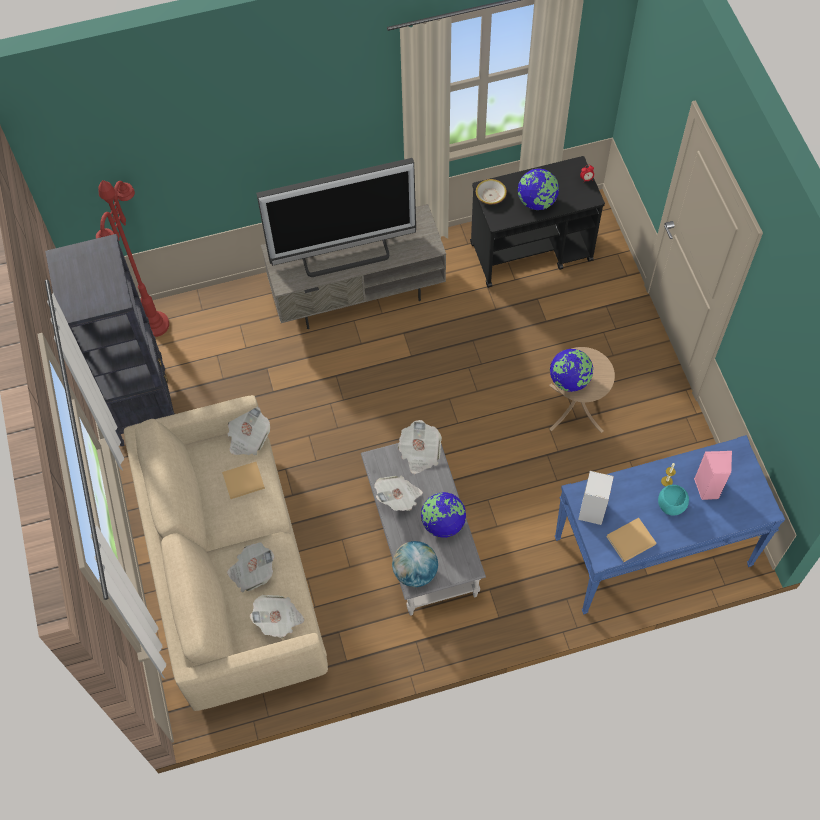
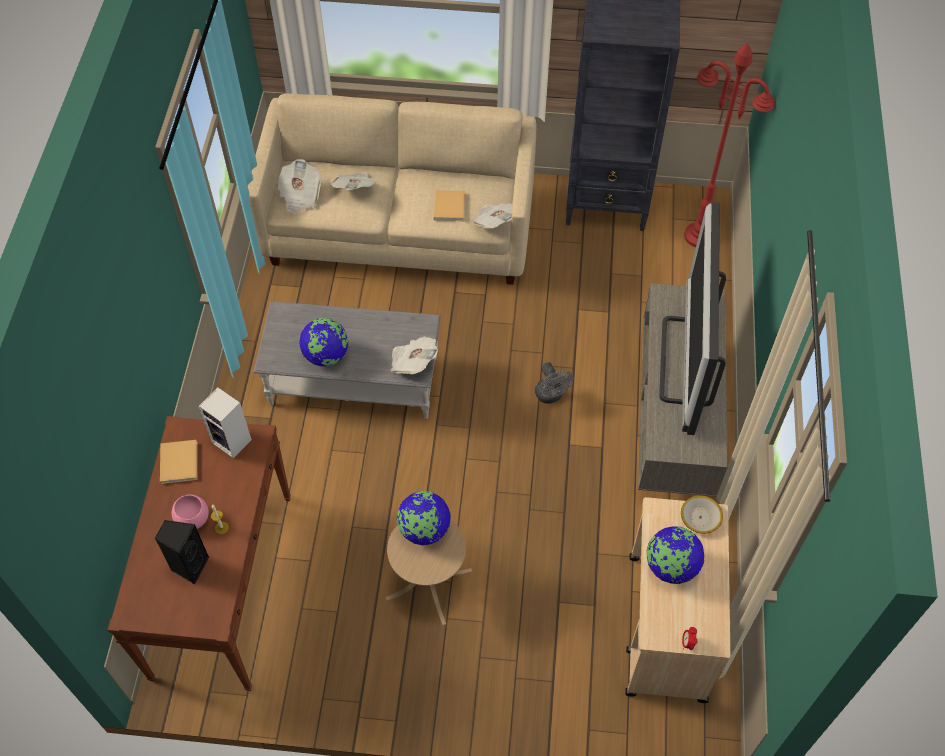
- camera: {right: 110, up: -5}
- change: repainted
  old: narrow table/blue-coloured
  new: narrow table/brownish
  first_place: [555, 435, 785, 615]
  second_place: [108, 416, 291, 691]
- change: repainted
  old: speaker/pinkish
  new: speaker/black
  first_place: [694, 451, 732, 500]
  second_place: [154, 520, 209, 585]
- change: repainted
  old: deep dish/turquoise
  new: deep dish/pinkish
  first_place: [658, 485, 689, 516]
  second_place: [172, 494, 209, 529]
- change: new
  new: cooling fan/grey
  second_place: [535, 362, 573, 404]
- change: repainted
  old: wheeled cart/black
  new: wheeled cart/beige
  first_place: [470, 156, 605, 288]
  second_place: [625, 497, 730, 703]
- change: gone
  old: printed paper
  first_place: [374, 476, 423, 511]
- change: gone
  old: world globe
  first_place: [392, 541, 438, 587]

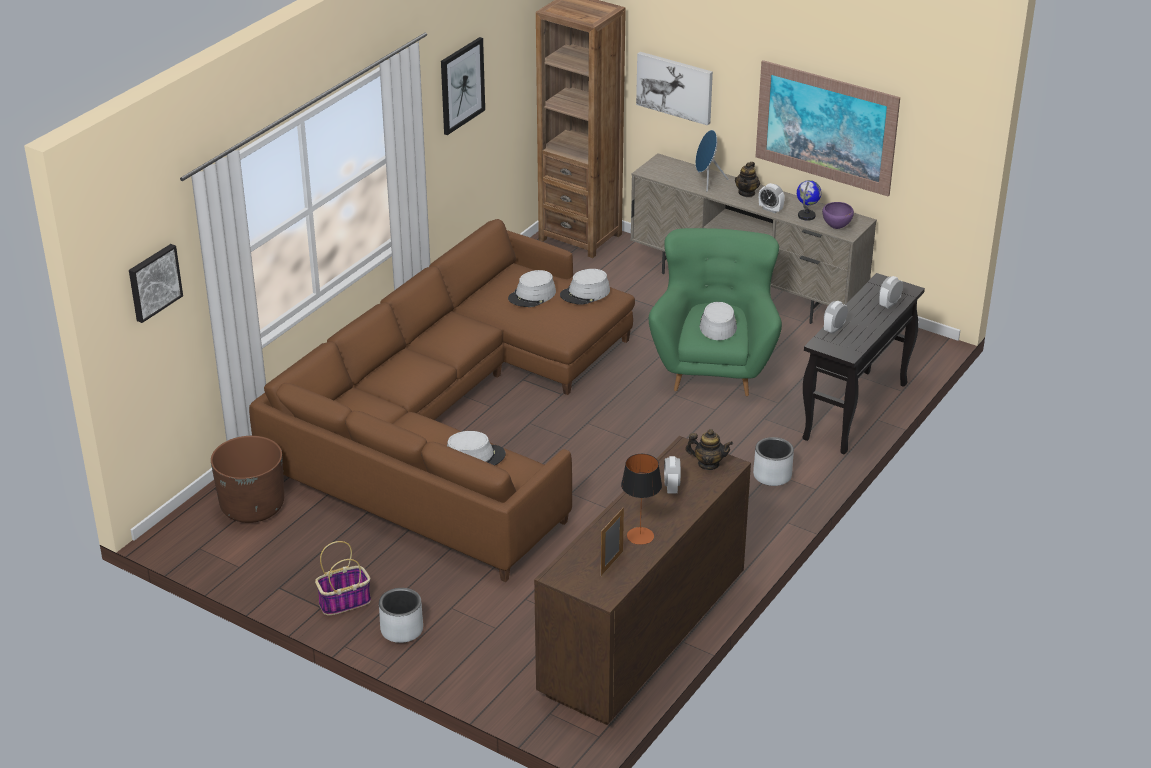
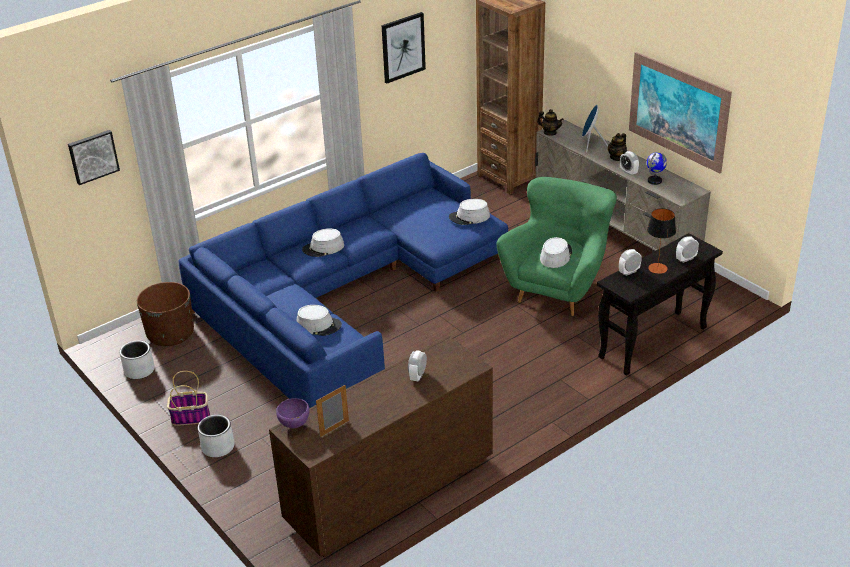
- camera: {right: 20, up: 0}
- change: shifted
  old: planter/grey
  first_place: [753, 437, 794, 486]
  second_place: [120, 340, 155, 379]
- change: repainted
  old: sofa/brownish
  new: sofa/blue-coloured
  first_place: [249, 219, 635, 582]
  second_place: [178, 153, 508, 408]
- change: shifted
  old: deep dish/purple-coloured
  first_place: [822, 202, 854, 229]
  second_place: [276, 398, 310, 428]
- change: shifted
  old: hat/grey
  first_place: [508, 270, 556, 307]
  second_place: [302, 228, 344, 257]
- change: shifted
  old: tea pot
  first_place: [685, 429, 733, 470]
  second_place: [537, 109, 564, 136]
- change: shifted
  old: table lamp
  first_place: [621, 454, 662, 545]
  second_place: [647, 208, 676, 274]
- change: gone
  old: picture
  first_place: [636, 52, 713, 126]

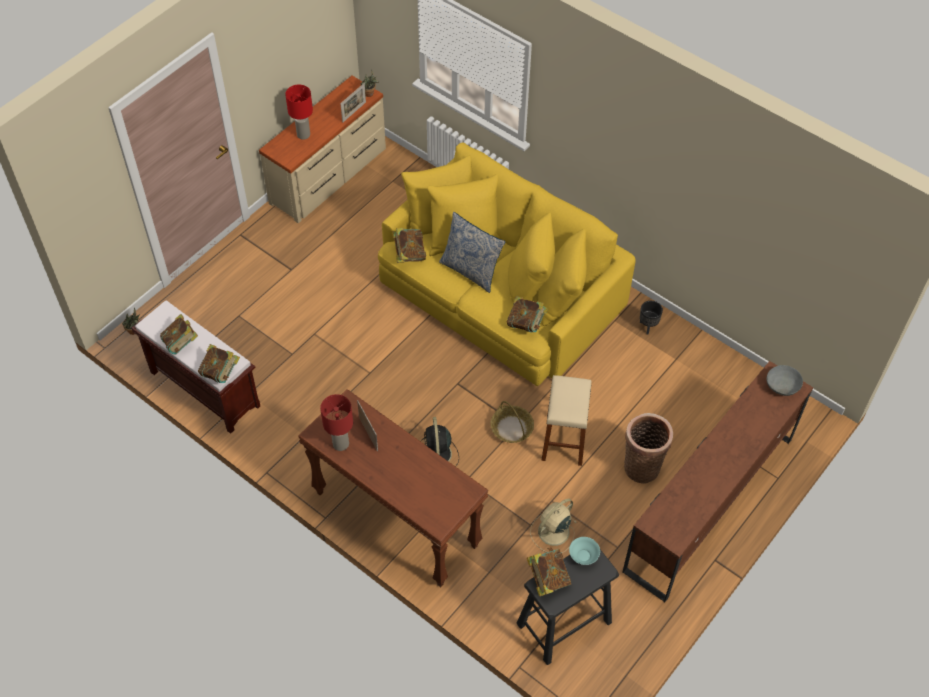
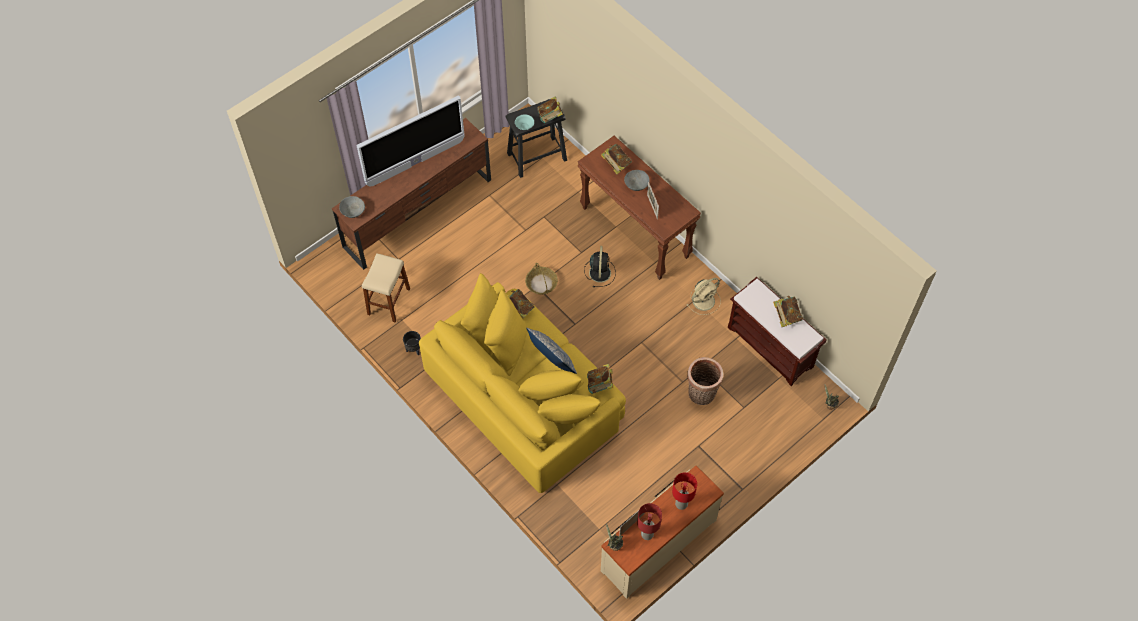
- camera: {right: -170, up: 5}
- change: new
  new: television
  second_place: [357, 96, 464, 187]
- change: shifted
  old: stool seat/beige
  first_place: [541, 375, 592, 466]
  second_place: [362, 253, 410, 323]
- change: shifted
  old: book
  first_place: [198, 344, 240, 383]
  second_place: [601, 143, 632, 174]
- change: new
  new: deep dish/grey
  second_place: [624, 170, 650, 191]
- change: shifted
  old: table lamp/red
  first_place: [320, 394, 353, 451]
  second_place: [637, 503, 662, 540]
- change: shifted
  old: cooling fan/beige
  first_place: [530, 499, 577, 553]
  second_place: [686, 278, 721, 315]
- change: shifted
  old: storage basket
  first_place: [624, 413, 673, 484]
  second_place: [687, 357, 723, 405]

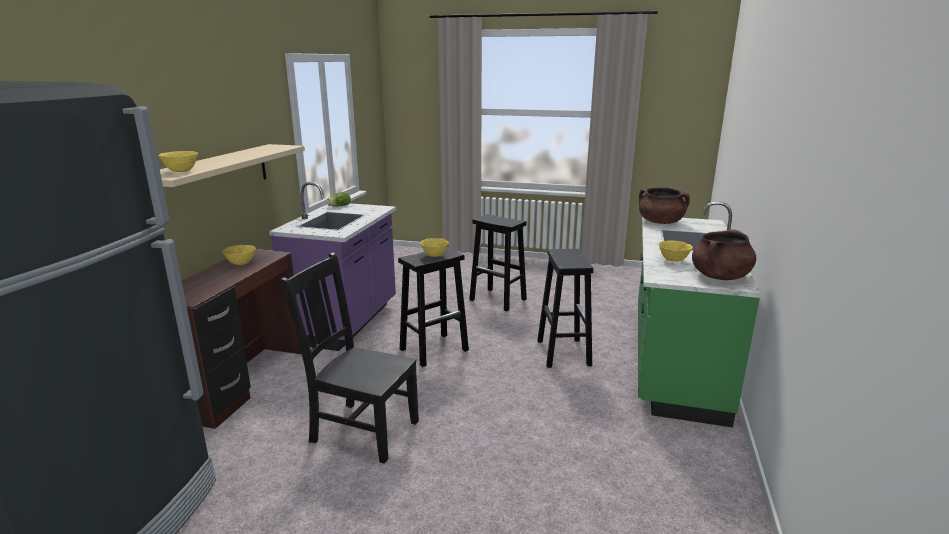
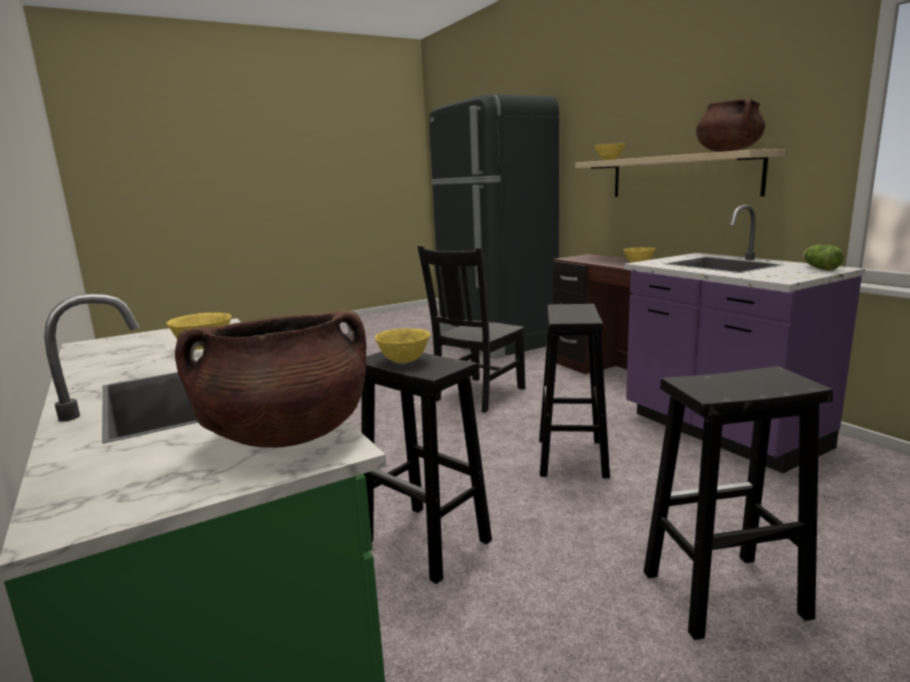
- camera: {right: 135, up: -5}
- change: shifted
  old: deep dish/yellow-coloured
  first_place: [420, 238, 449, 257]
  second_place: [375, 328, 431, 363]
- change: rotated
  old: plain chair/black
  first_place: [280, 252, 419, 464]
  second_place: [417, 246, 525, 413]
  degrees: 150
- change: shifted
  old: saucepot/brownish
  first_place: [692, 230, 756, 280]
  second_place: [696, 99, 765, 152]

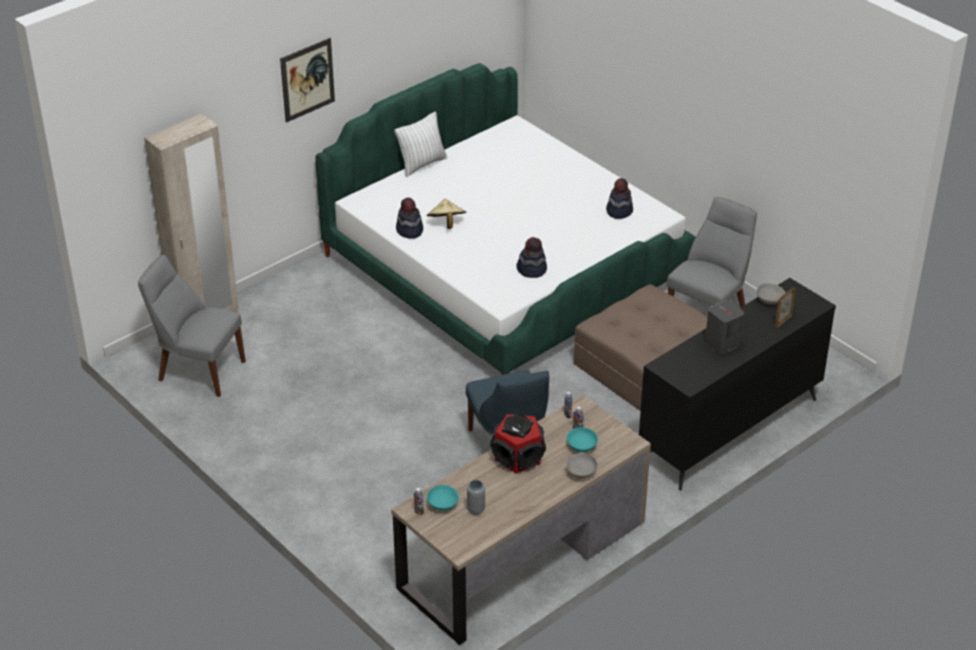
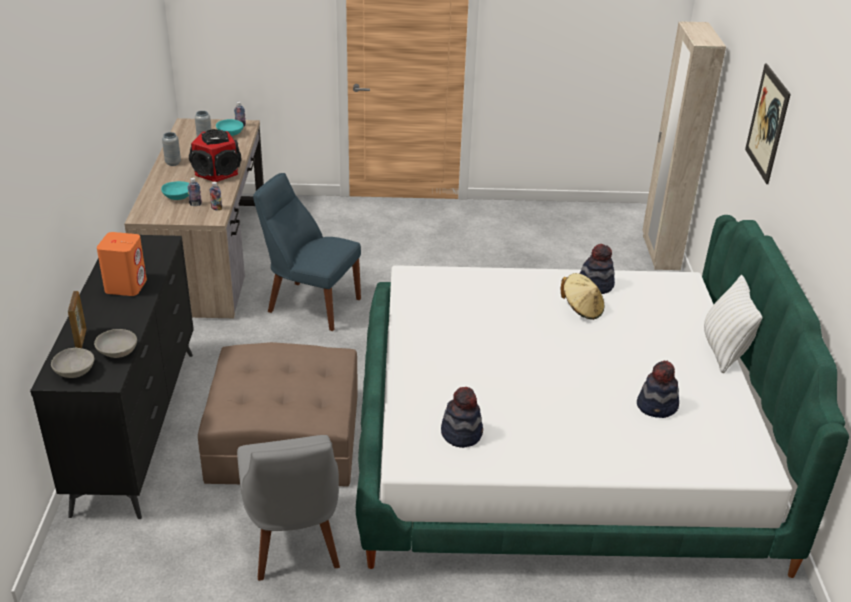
- camera: {right: 130, up: -5}
- change: shifted
  old: deep dish/grey
  first_place: [566, 453, 598, 479]
  second_place: [51, 348, 94, 378]
- change: repainted
  old: speaker/grey
  new: speaker/orange
  first_place: [705, 300, 744, 355]
  second_place: [97, 232, 147, 296]
- change: new
  new: vase/grey
  second_place: [162, 132, 181, 166]
- change: shifted
  old: hat
  first_place: [517, 237, 547, 278]
  second_place: [637, 361, 679, 418]
- change: gone
  old: plain chair/grey
  first_place: [138, 255, 246, 397]

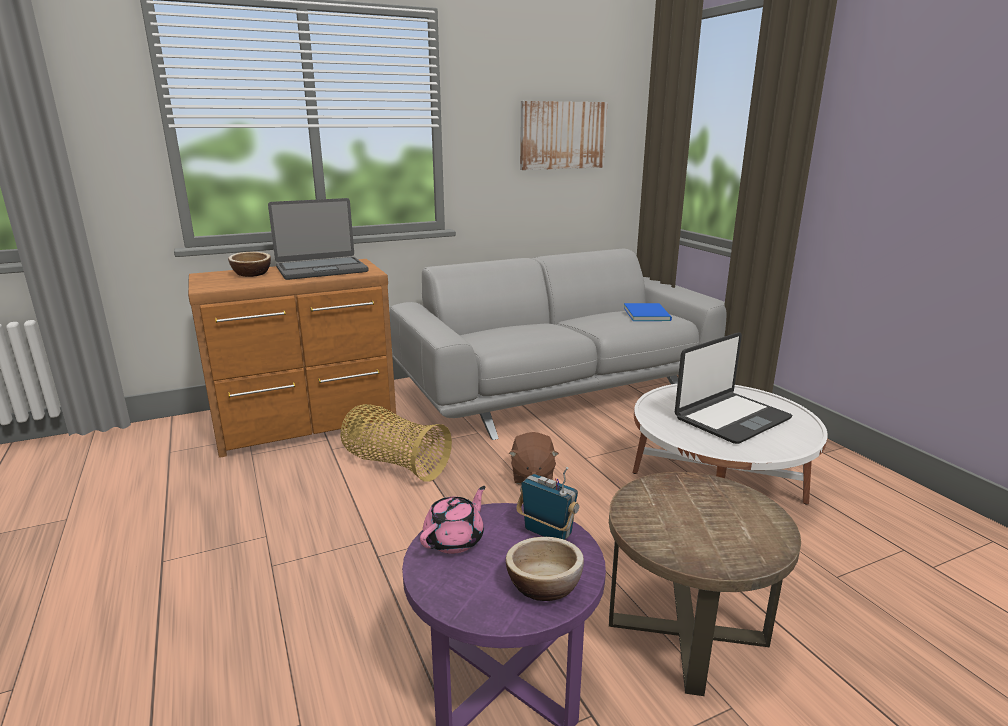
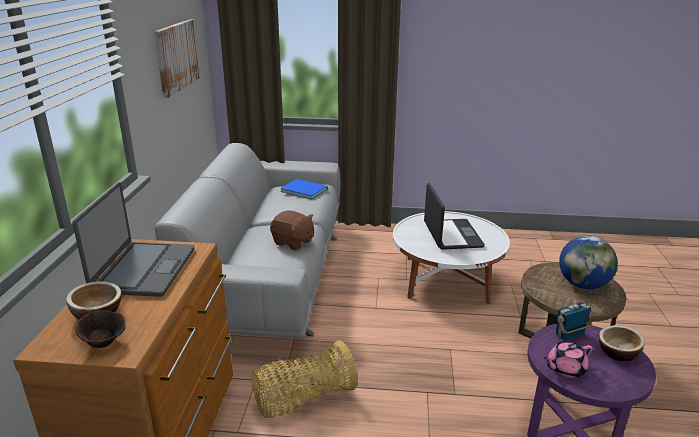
- camera: {right: -60, up: 5}
- change: new
  new: deep dish/brownish
  second_place: [75, 311, 126, 348]
- change: shifted
  old: plush toy/brownish
  first_place: [509, 432, 559, 485]
  second_place: [270, 211, 314, 250]
- change: rotated
  old: tea pot/pinkish
  first_place: [420, 486, 486, 554]
  second_place: [544, 341, 592, 378]
  degrees: -90
- change: new
  new: world globe
  second_place: [559, 236, 618, 289]

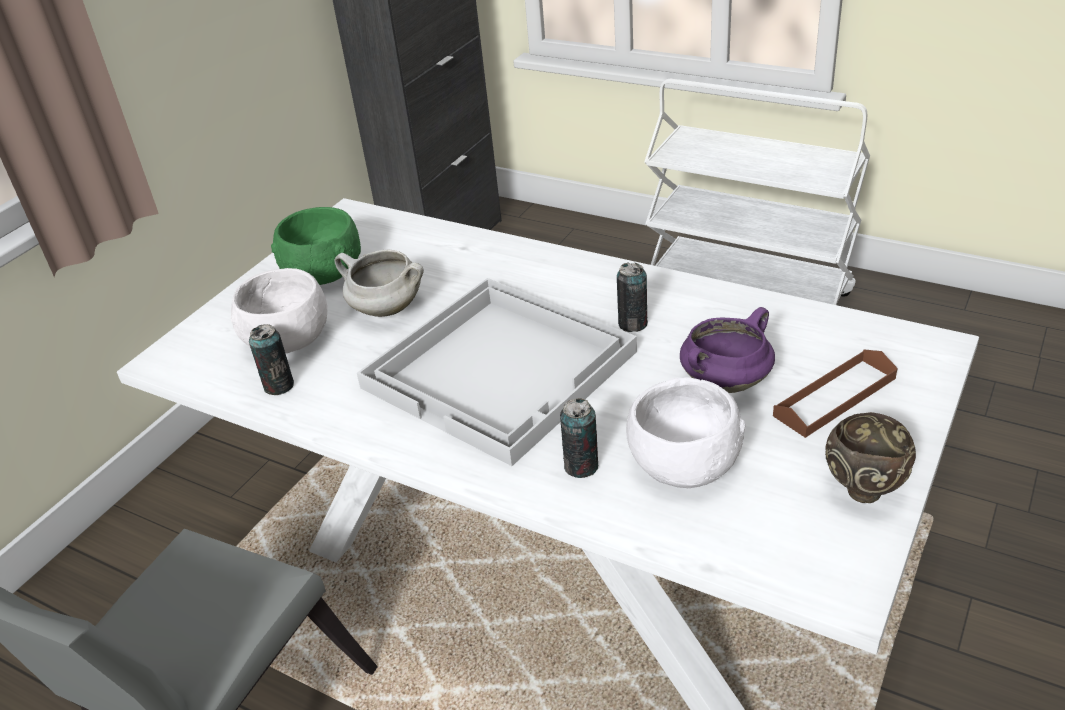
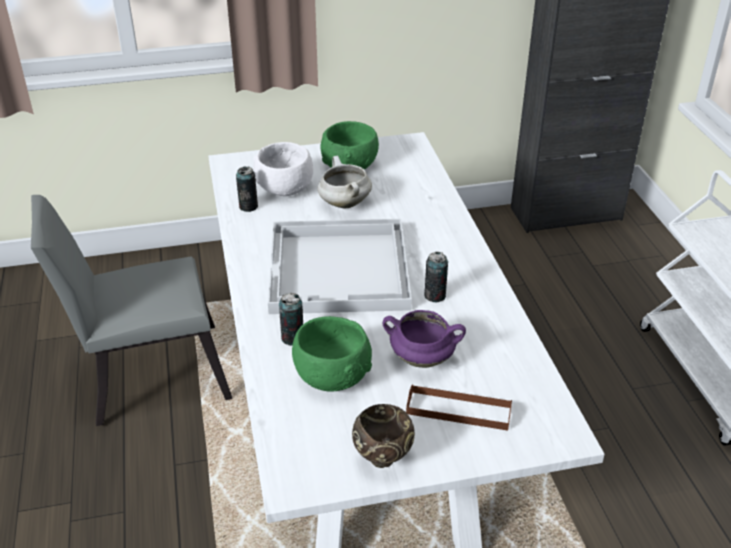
- camera: {right: 45, up: 0}
- change: repainted
  old: deep dish/white
  new: deep dish/green
  first_place: [626, 377, 746, 488]
  second_place: [292, 316, 372, 392]

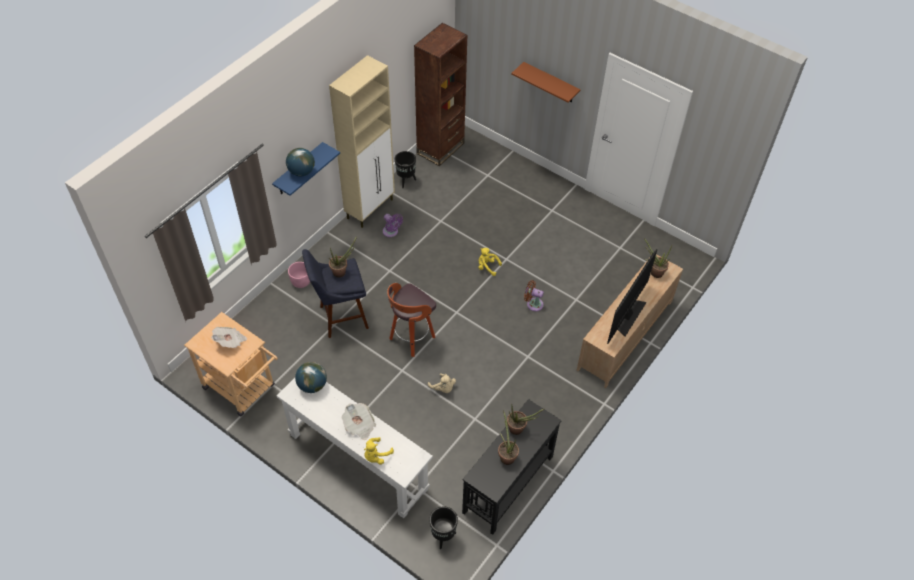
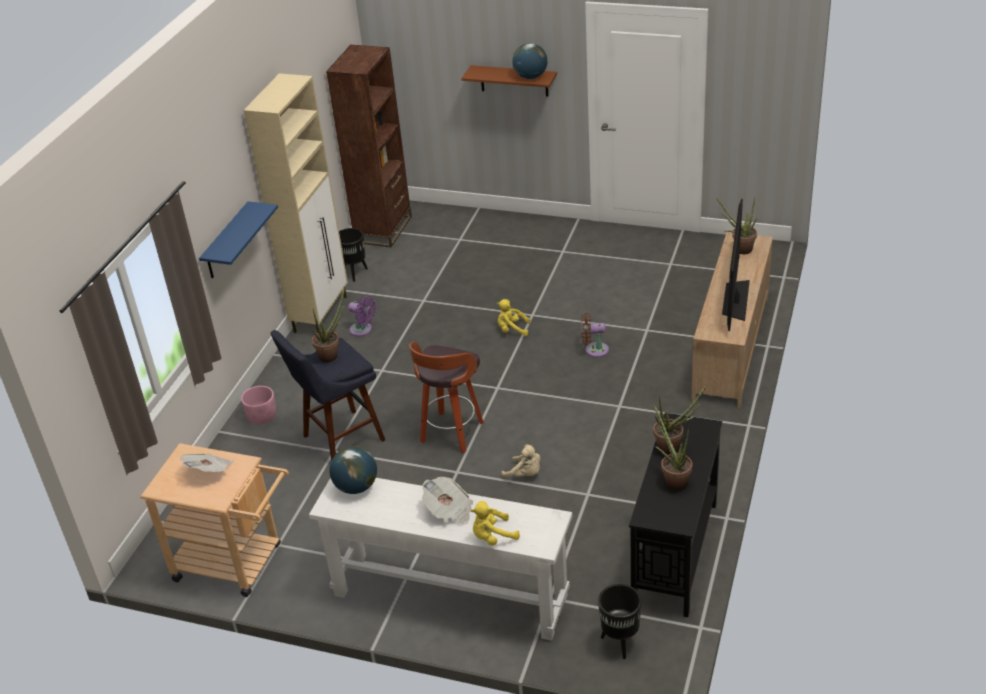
- camera: {right: -15, up: -15}
- change: rotated
  old: plush toy/yellow-coloured
  first_place: [364, 437, 394, 465]
  second_place: [471, 501, 520, 546]
  degrees: 45
- change: shifted
  old: world globe
  first_place: [286, 148, 315, 176]
  second_place: [512, 43, 547, 79]

